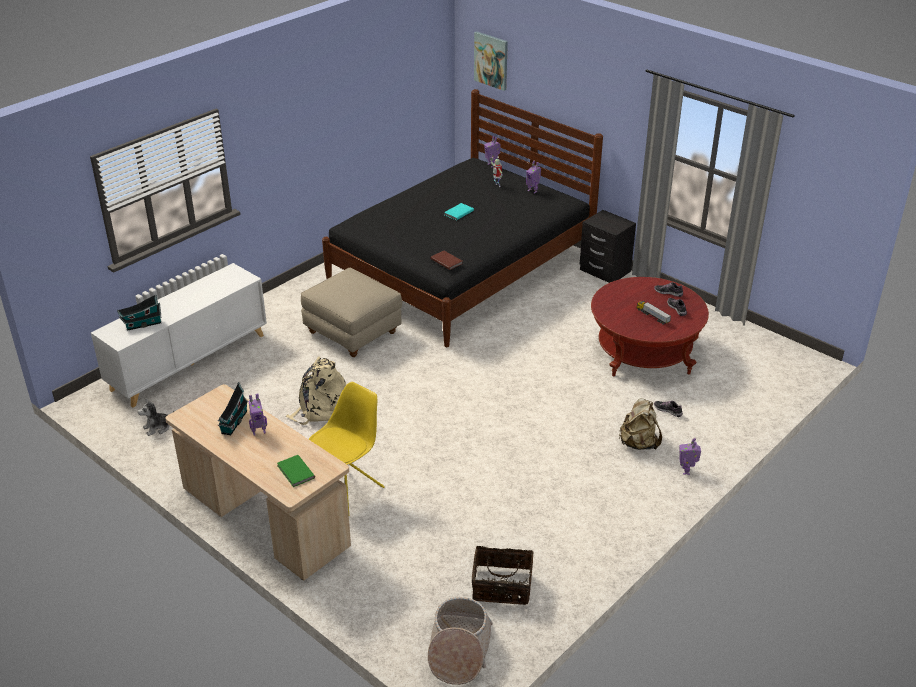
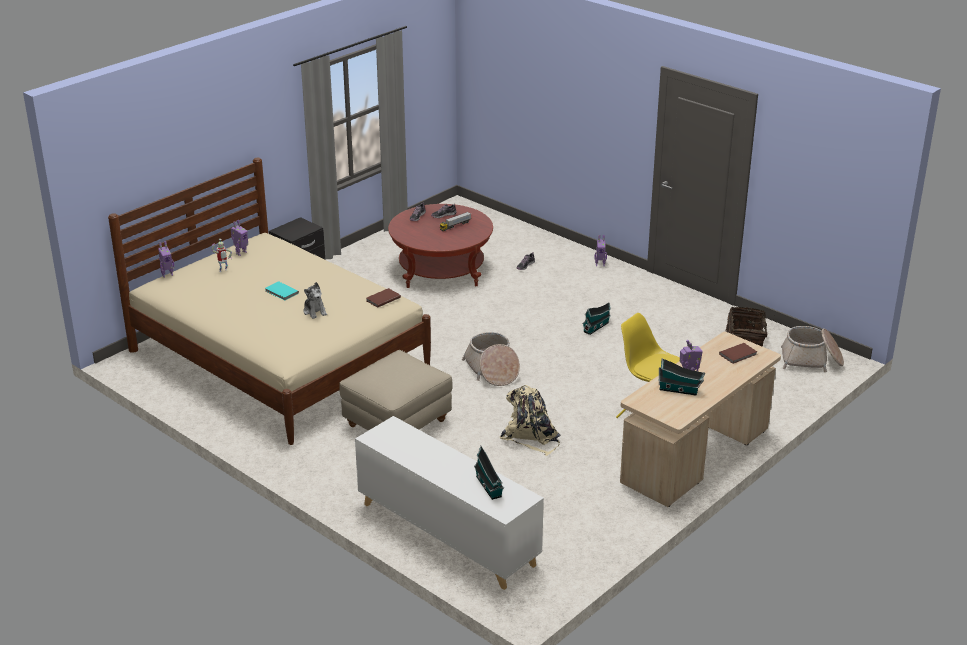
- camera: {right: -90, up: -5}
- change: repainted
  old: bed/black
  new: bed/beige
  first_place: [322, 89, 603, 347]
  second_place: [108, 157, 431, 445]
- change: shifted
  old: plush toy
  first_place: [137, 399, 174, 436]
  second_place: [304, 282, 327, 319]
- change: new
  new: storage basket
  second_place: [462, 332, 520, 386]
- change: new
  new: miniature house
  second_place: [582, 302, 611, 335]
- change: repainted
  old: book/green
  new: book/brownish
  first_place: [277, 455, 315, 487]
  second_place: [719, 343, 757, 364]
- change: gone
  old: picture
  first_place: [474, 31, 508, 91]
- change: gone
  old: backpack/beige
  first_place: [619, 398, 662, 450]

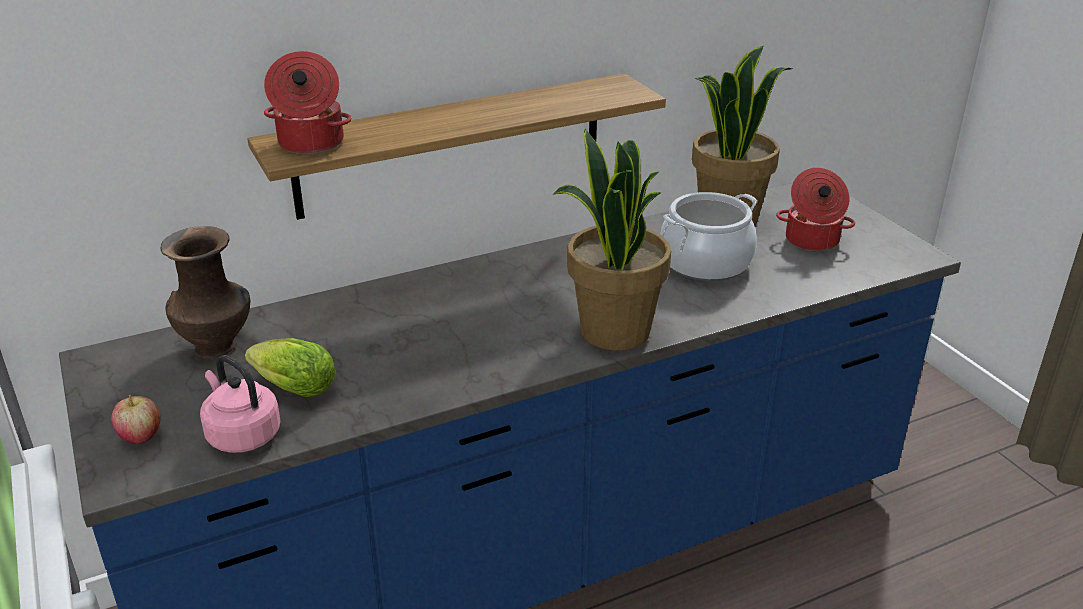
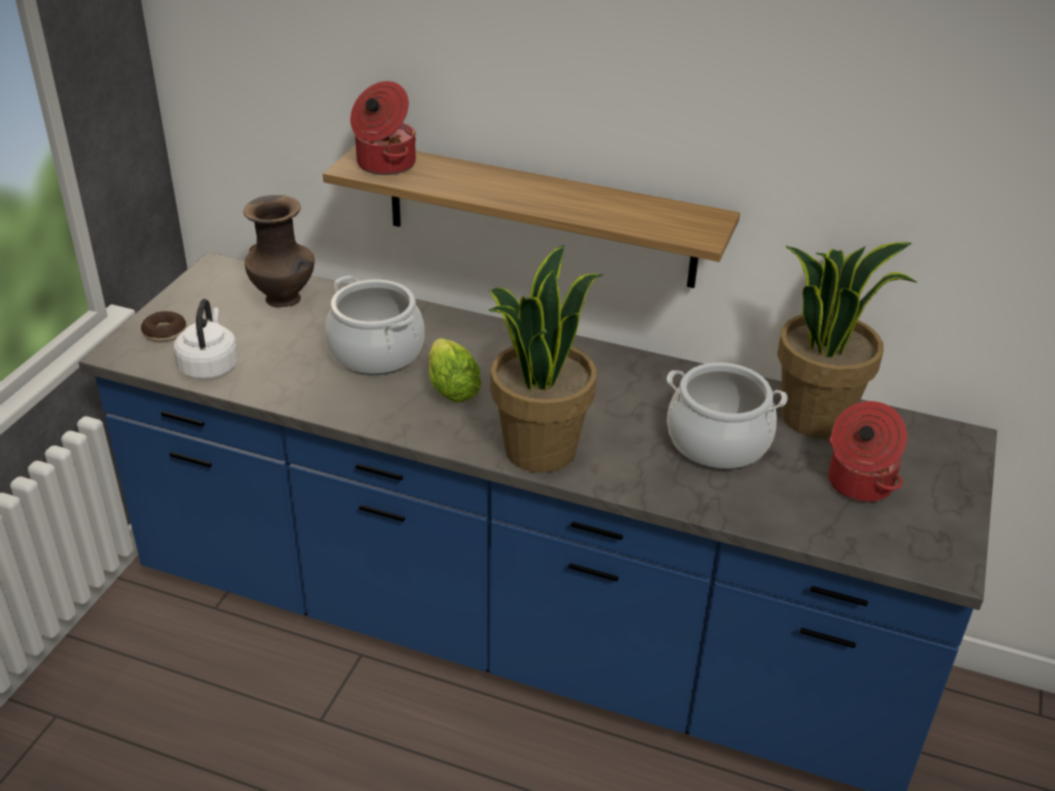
- camera: {right: 45, up: 5}
- change: swapped
  old: whole apple
  new: donut
  first_place: [111, 395, 160, 444]
  second_place: [141, 311, 186, 342]
- change: repainted
  old: kettle/pinkish
  new: kettle/white
  first_place: [200, 355, 281, 453]
  second_place: [174, 299, 239, 380]
- change: new
  new: saucepot
  second_place: [325, 276, 425, 375]
- change: shifted
  old: head of lettuce
  first_place: [245, 338, 335, 397]
  second_place: [429, 338, 481, 402]

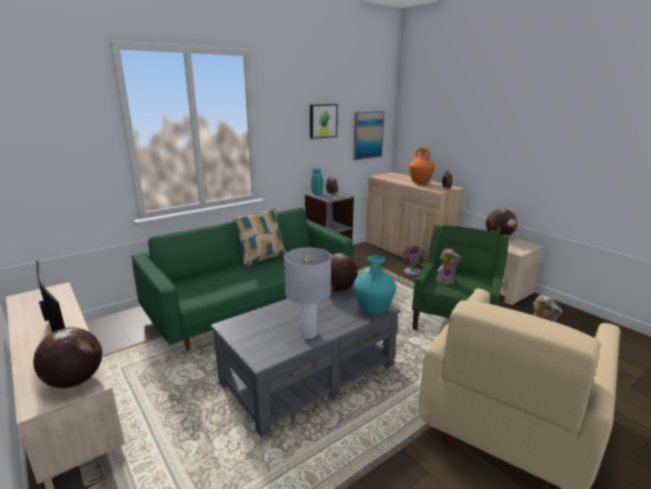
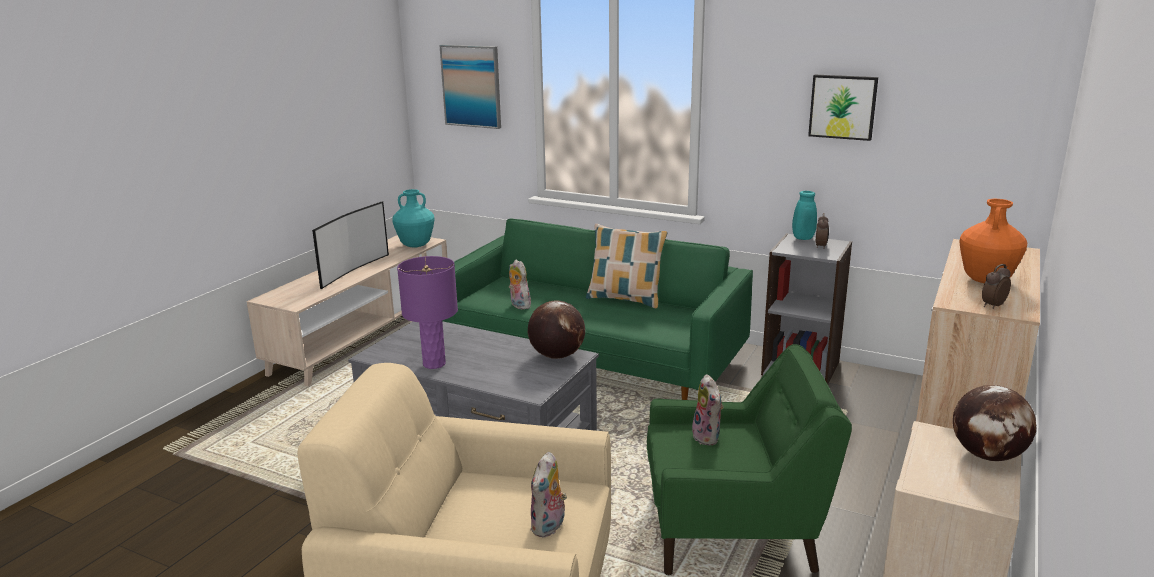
- camera: {right: 65, up: 0}
- change: shifted
  old: vase/turquoise
  first_place: [353, 255, 397, 315]
  second_place: [392, 189, 435, 247]
- change: repainted
  old: table lamp/grey
  new: table lamp/purple-coloured
  first_place: [284, 248, 331, 339]
  second_place: [397, 256, 458, 369]
- change: shifted
  old: picture
  first_place: [353, 111, 385, 161]
  second_place: [439, 45, 501, 129]
- change: new
  new: plush toy
  second_place: [509, 259, 531, 309]
- change: gone
  old: world globe
  first_place: [33, 327, 102, 388]
- change: gone
  old: cooling fan/brownish
  first_place: [402, 246, 426, 276]

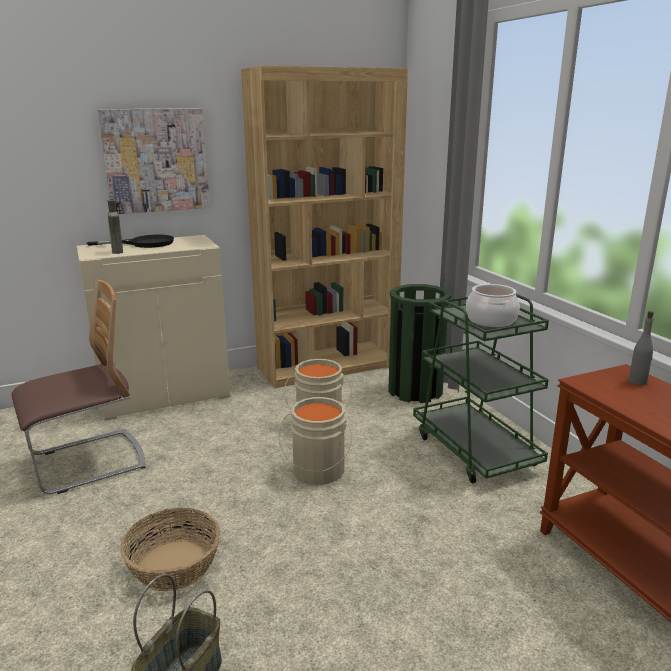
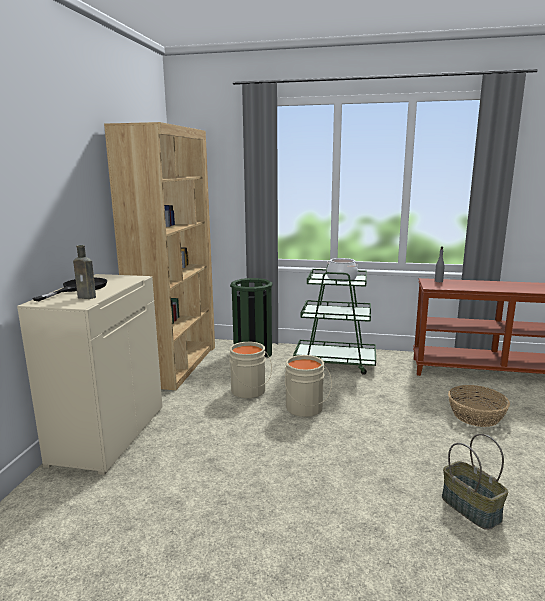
- camera: {right: -55, up: -5}
- change: shifted
  old: storage basket
  first_place: [120, 507, 220, 591]
  second_place: [448, 385, 510, 427]
- change: gone
  old: plain chair
  first_place: [11, 280, 146, 494]
- change: gone
  old: picture
  first_place: [98, 108, 210, 214]

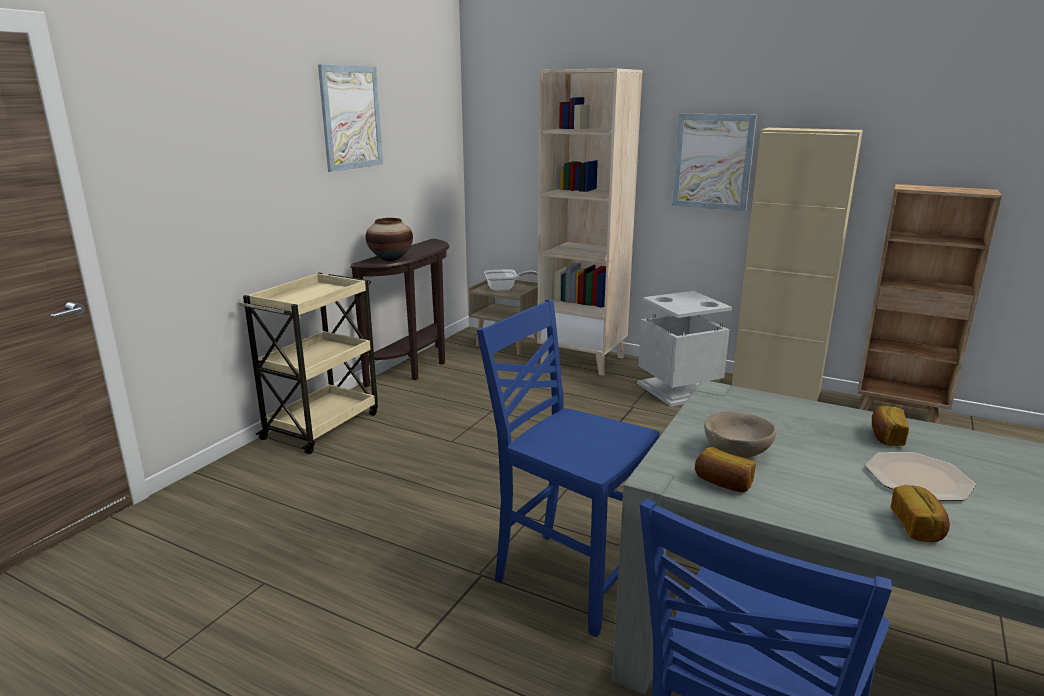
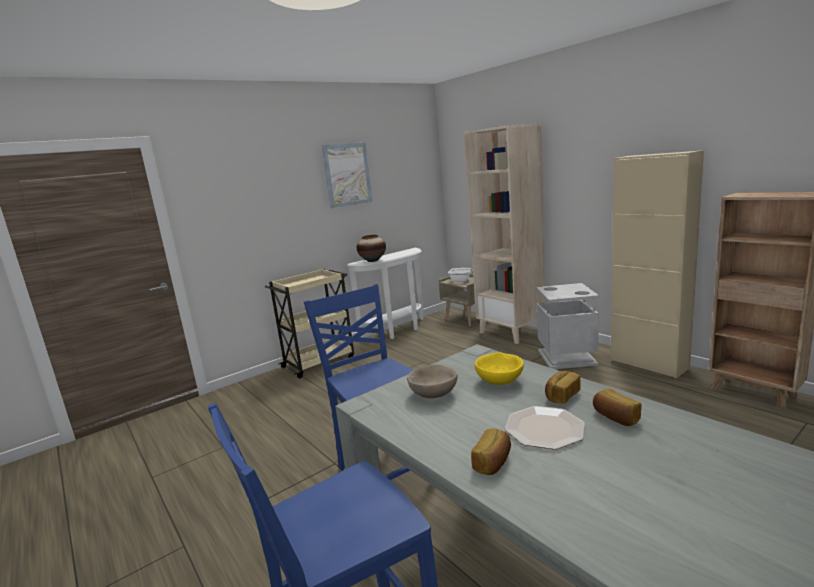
- camera: {right: 25, up: -5}
- change: repainted
  old: narrow table/brownish
  new: narrow table/white
  first_place: [350, 239, 449, 387]
  second_place: [347, 248, 424, 339]
- change: new
  new: deep dish/yellow-coloured
  second_place: [475, 352, 524, 385]
- change: shifted
  old: bread
  first_place: [695, 447, 756, 492]
  second_place: [593, 389, 642, 426]
- change: gone
  old: picture
  first_place: [672, 113, 757, 211]

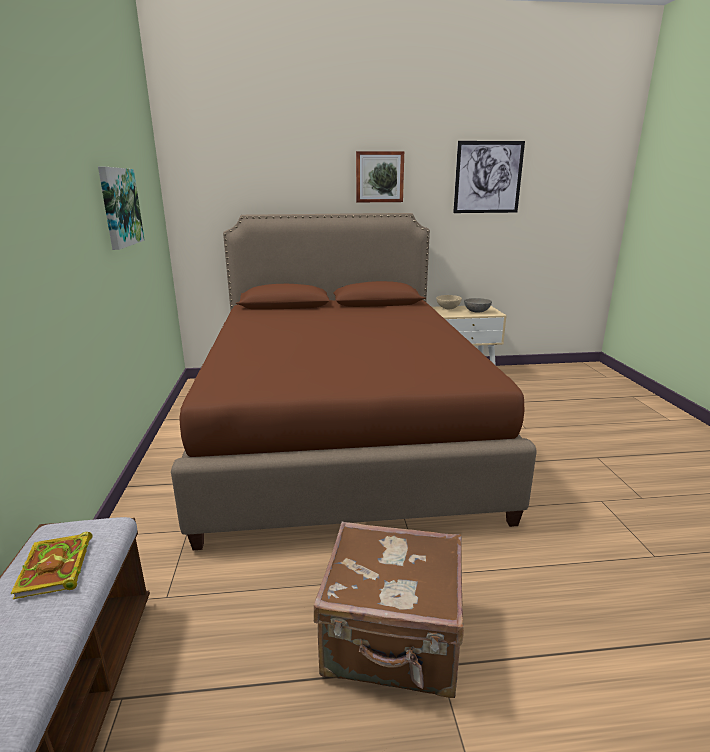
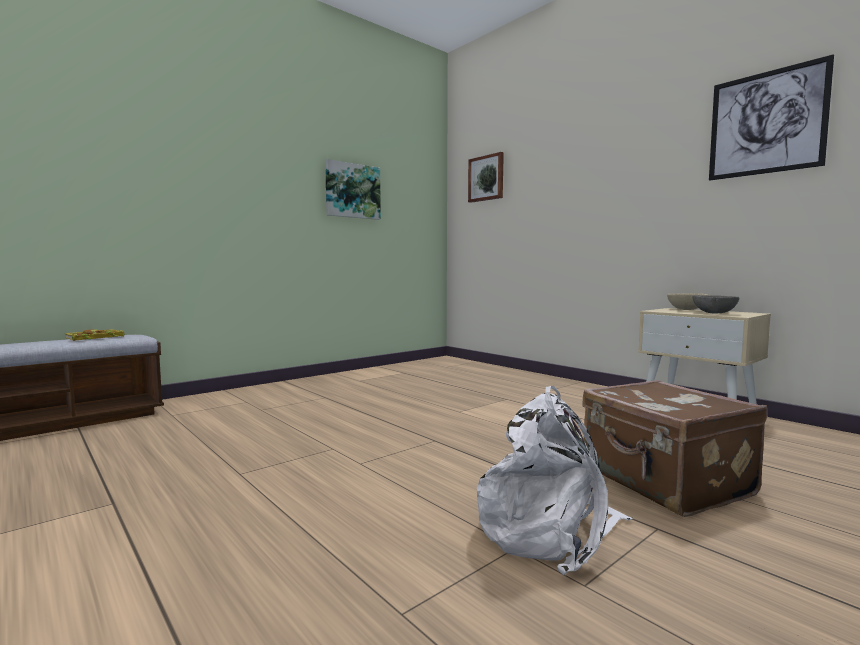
- camera: {right: 55, up: -15}
- change: shifted
  old: picture
  first_place: [356, 151, 404, 202]
  second_place: [468, 152, 504, 203]
- change: new
  new: backpack/white
  second_place: [477, 385, 633, 575]
- change: shifted
  old: piece of luggage/brownish
  first_place: [314, 522, 464, 698]
  second_place: [582, 380, 768, 517]
- change: gone
  old: bed/brownish
  first_place: [171, 213, 537, 550]

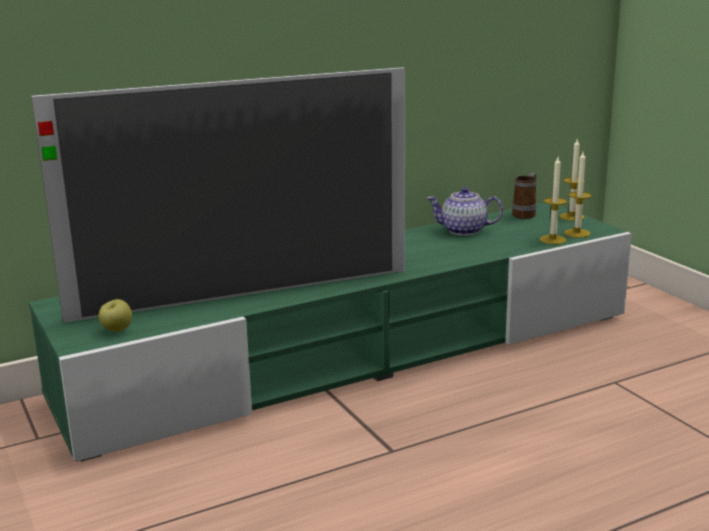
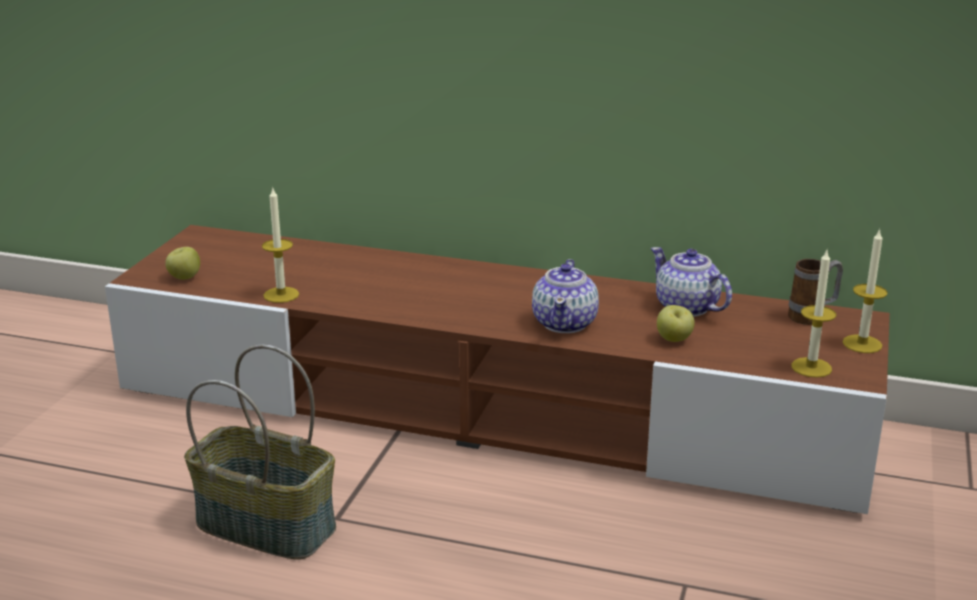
- camera: {right: 45, up: 5}
- change: repainted
  old: tv stand/green
  new: tv stand/brownish
  first_place: [29, 203, 632, 462]
  second_place: [105, 225, 890, 514]
- change: new
  new: storage basket
  second_place: [184, 344, 336, 560]
- change: shifted
  old: wax candle
  first_place: [540, 157, 567, 244]
  second_place: [262, 186, 299, 303]
- change: new
  new: tea pot
  second_place: [532, 259, 599, 333]
- change: new
  new: whole apple
  second_place: [657, 305, 695, 342]
- change: gone
  old: television
  first_place: [31, 67, 405, 323]

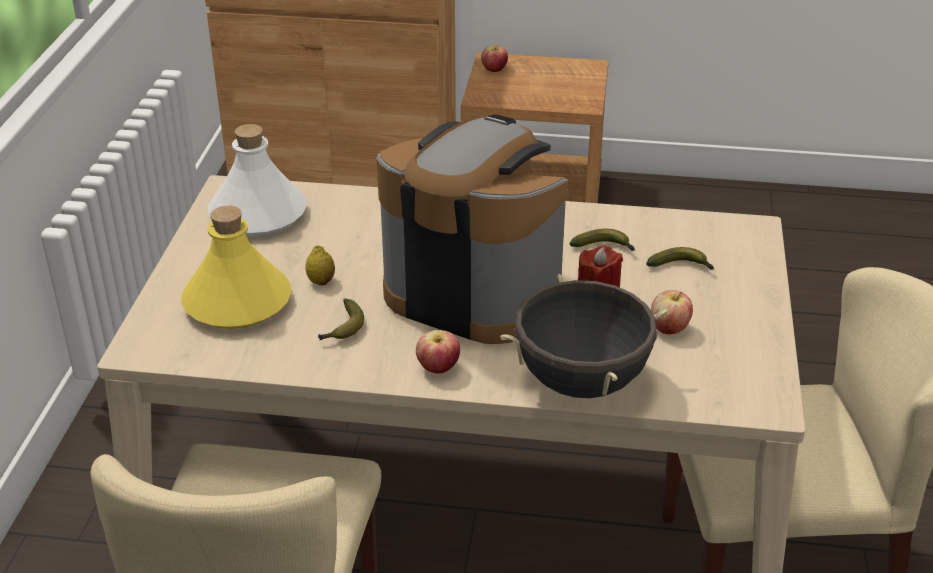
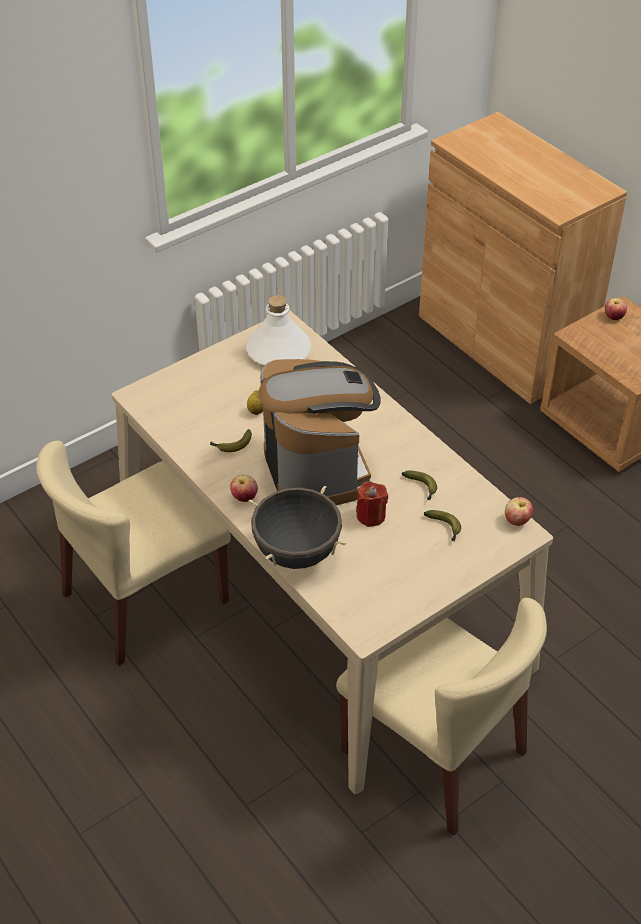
- camera: {right: 45, up: 10}
- change: shifted
  old: whole apple
  first_place: [651, 290, 693, 334]
  second_place: [505, 497, 533, 526]
- change: gone
  old: drink bottle/yellow-coloured
  first_place: [181, 206, 291, 329]

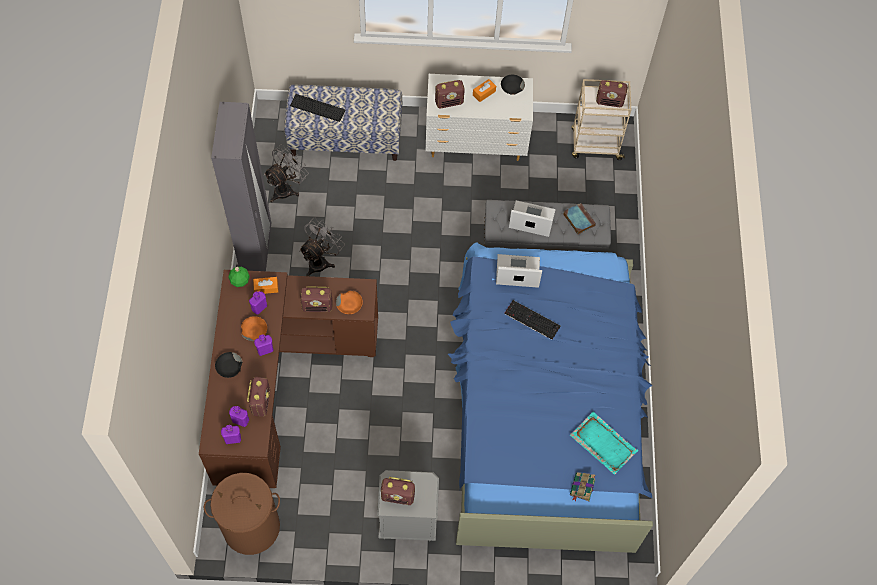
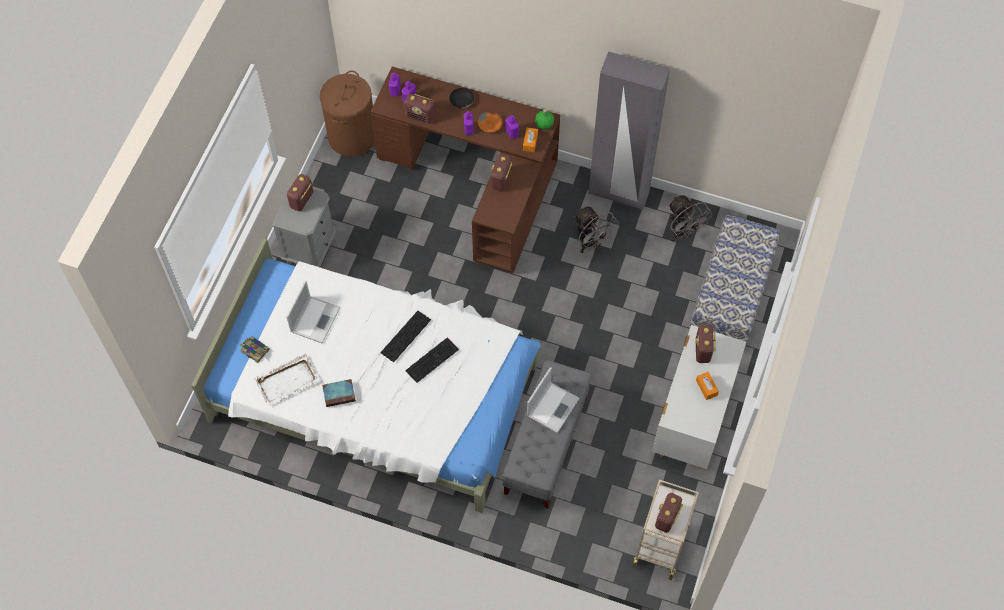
- camera: {right: 110, up: 0}
- change: repainted
  old: bed/blue-coloured
  new: bed/white
  first_place: [448, 242, 653, 553]
  second_place: [191, 238, 541, 513]
- change: repainted
  old: serving tray/turquoise
  new: serving tray/white
  first_place: [570, 412, 638, 475]
  second_place: [254, 353, 320, 407]
- change: shifted
  old: portable computer
  first_place: [496, 254, 542, 288]
  second_place: [286, 281, 340, 343]
- change: shifted
  old: book
  first_place: [563, 203, 596, 235]
  second_place: [322, 379, 356, 407]
- change: shifted
  old: computer keyboard
  first_place: [290, 94, 345, 122]
  second_place: [380, 311, 431, 362]
- change: gone
  old: deep dish/orange
  first_place: [336, 290, 363, 314]
- change: gone
  old: deep dish/black
  first_place: [501, 75, 525, 95]

